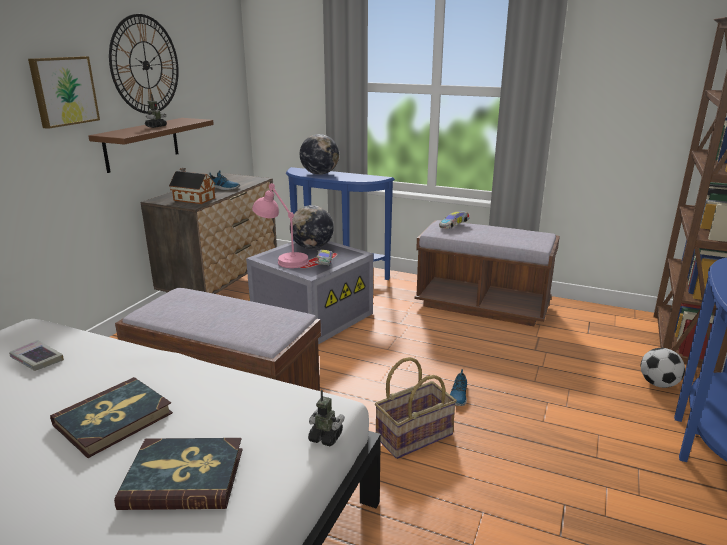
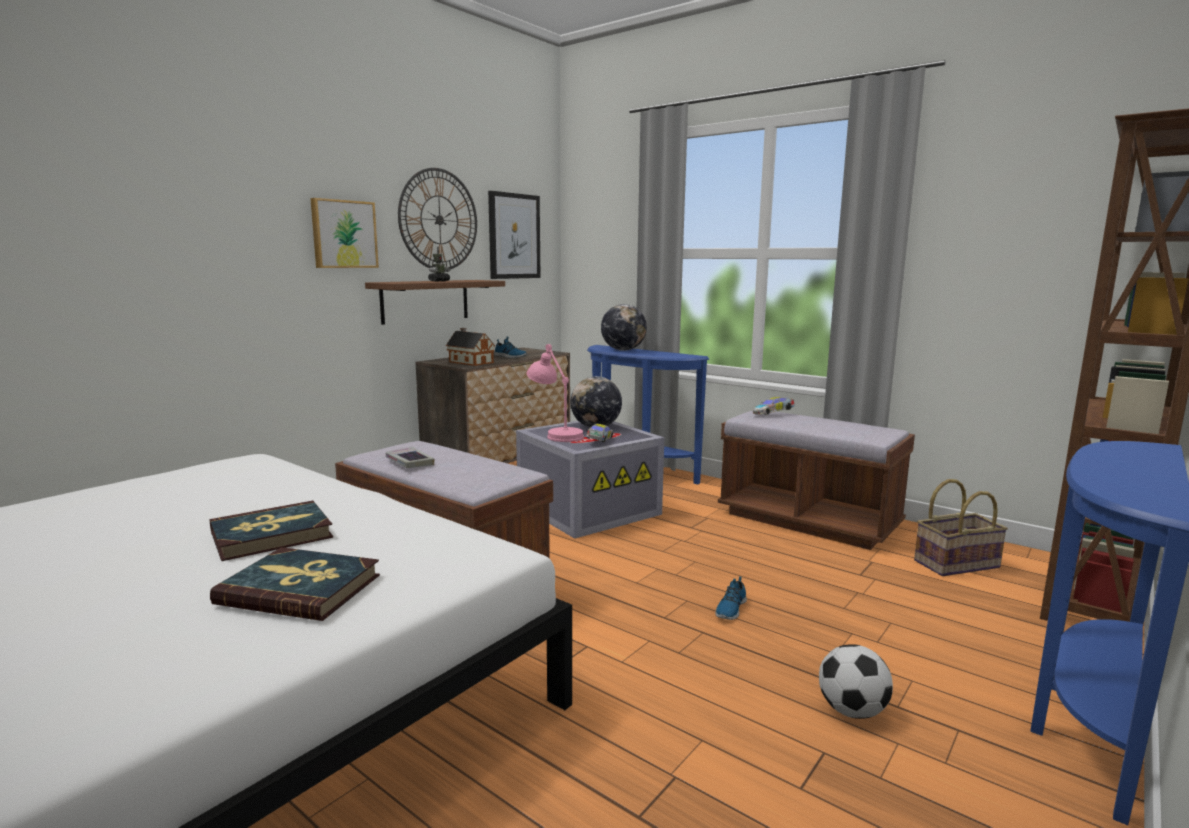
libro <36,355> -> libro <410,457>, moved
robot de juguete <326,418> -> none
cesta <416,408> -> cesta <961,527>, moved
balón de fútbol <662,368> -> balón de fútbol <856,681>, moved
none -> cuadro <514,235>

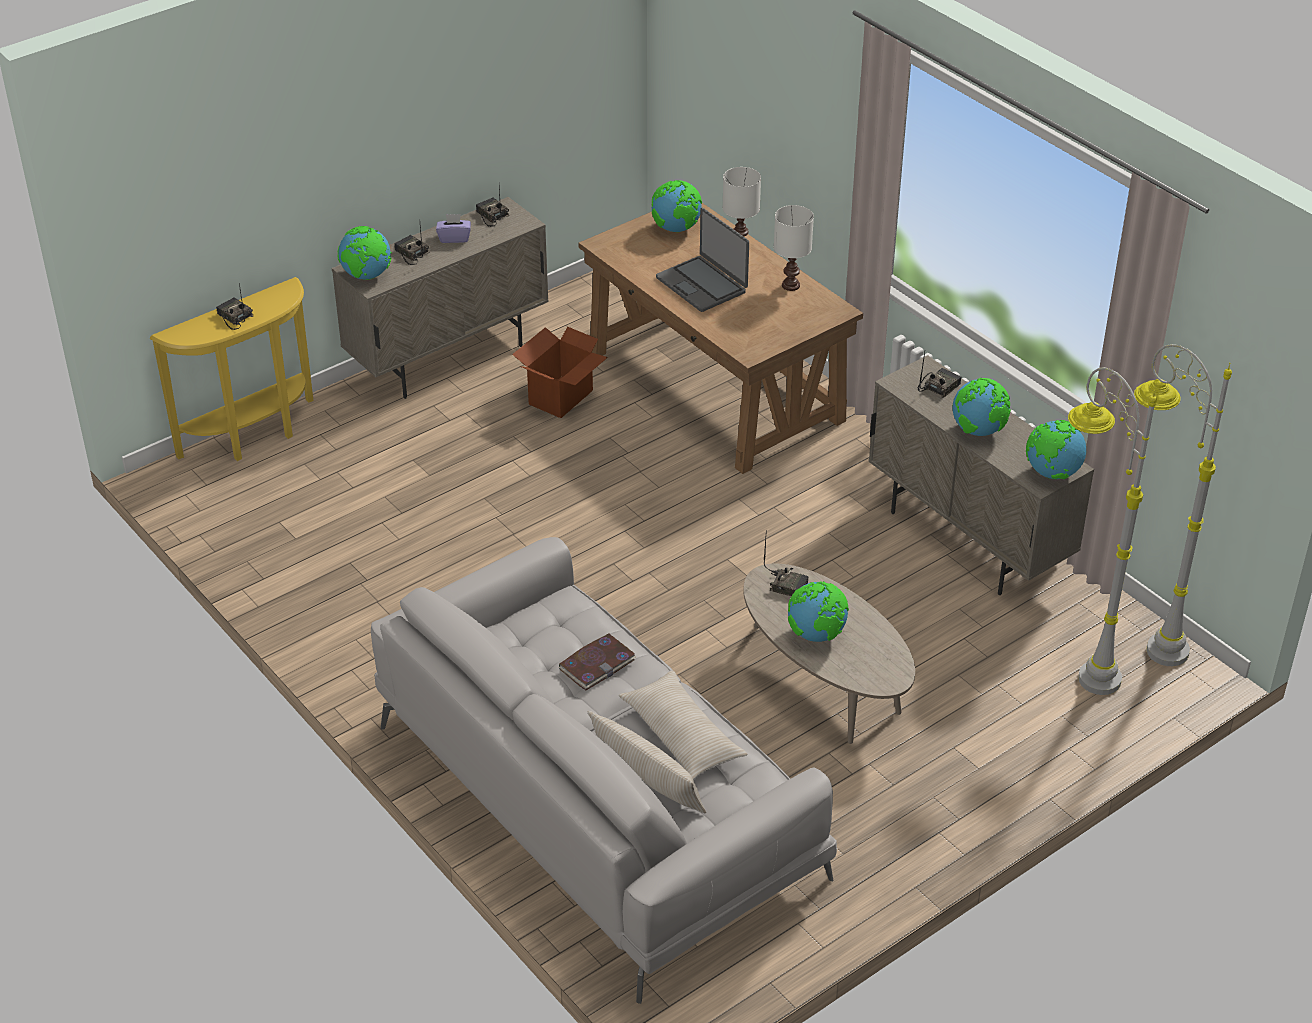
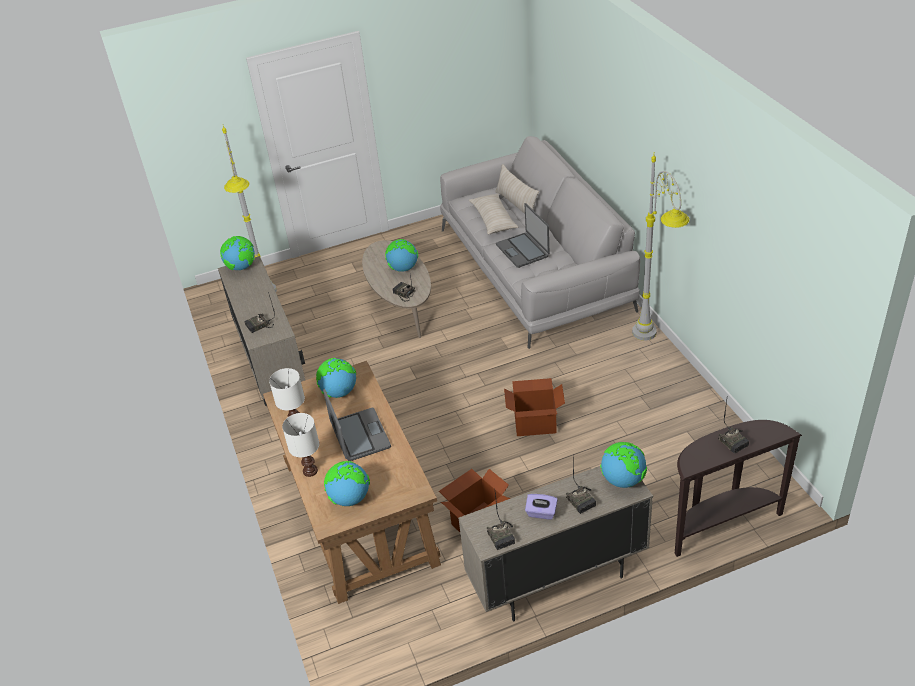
mesa consola/amarillo <231,369> -> mesa consola/marrón <738,488>
libro <597,662> -> portátil <522,235>
globo terráqueo <982,407> -> globo terráqueo <336,378>, moved
lámpara de pie/gris <1183,505> -> lámpara de pie/gris <660,246>, moved
none -> caja de cartón <534,407>

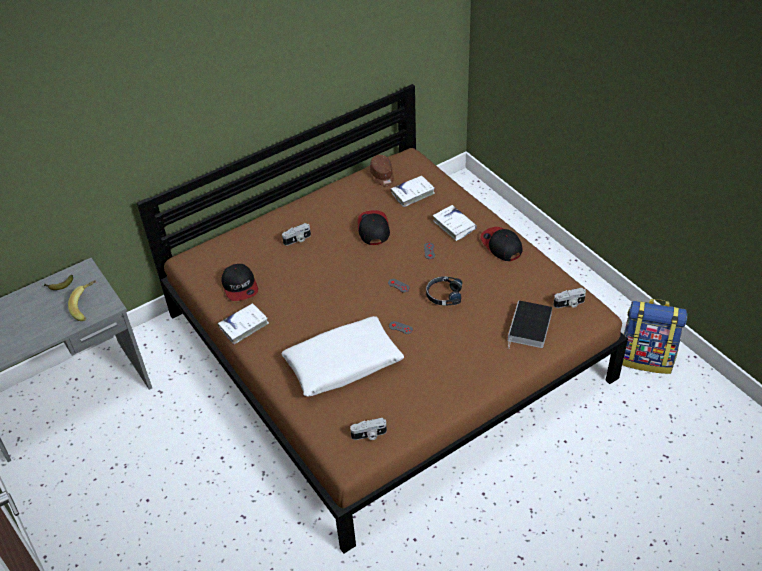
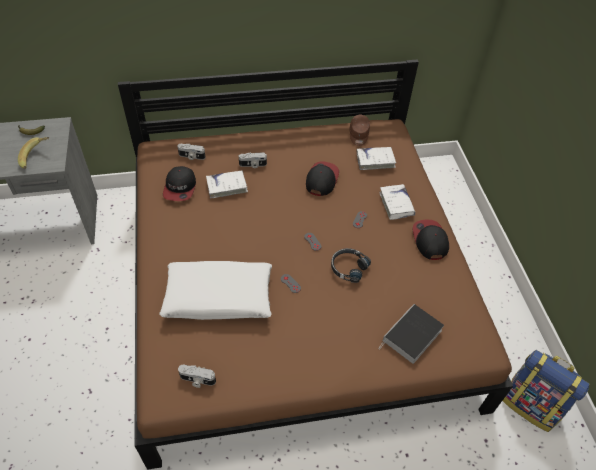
libro/blanco <243,323> -> libro/blanco <227,184>, moved
cámara <569,298> -> cámara <191,152>, moved

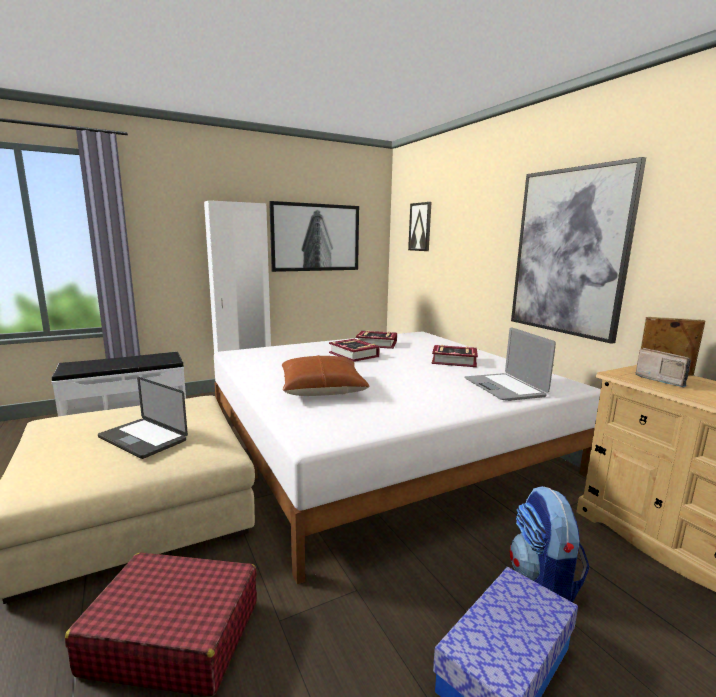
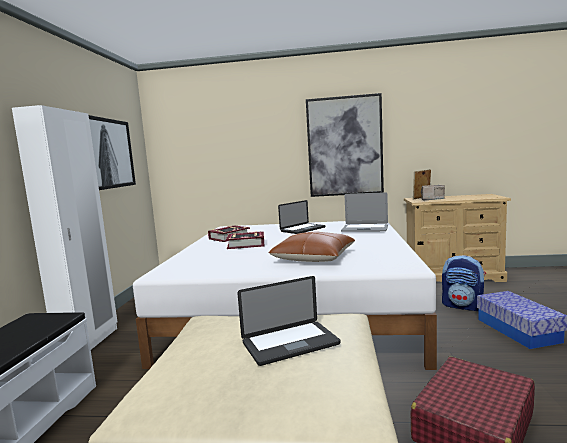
cuadro <419,226> -> none
libro <455,356> -> portátil <302,217>

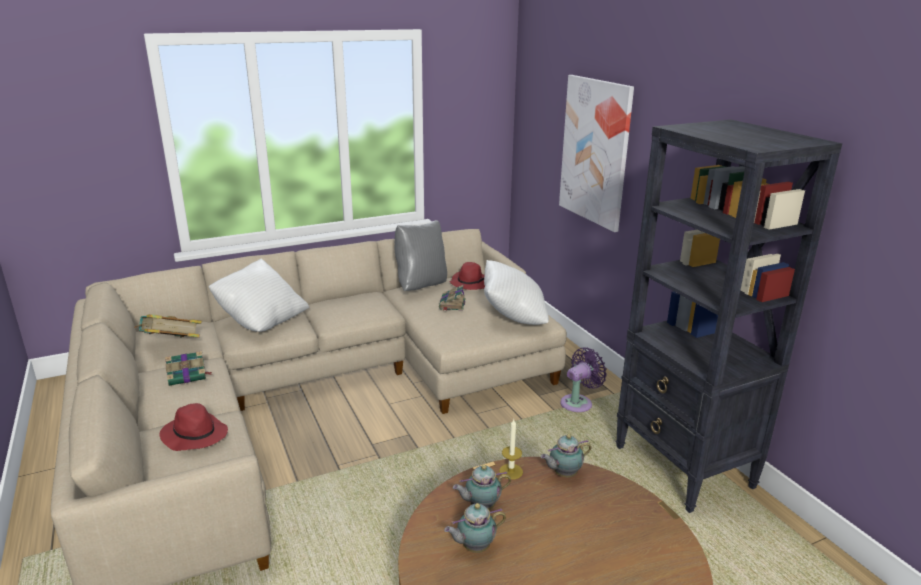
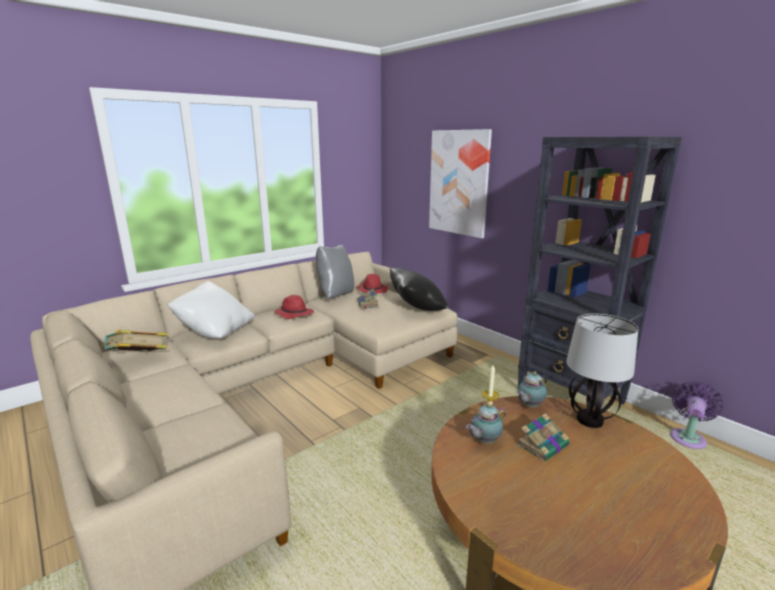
sombrero/rojo <193,427> -> sombrero/rojo <294,307>, moved
libro <188,368> -> libro <543,437>, moved
tetera <475,528> -> none
cojín/blanco <516,292> -> cojín/negro <419,289>
ventilador/morado <583,380> -> ventilador/morado <697,415>, moved
none -> lámpara de mesa <602,371>

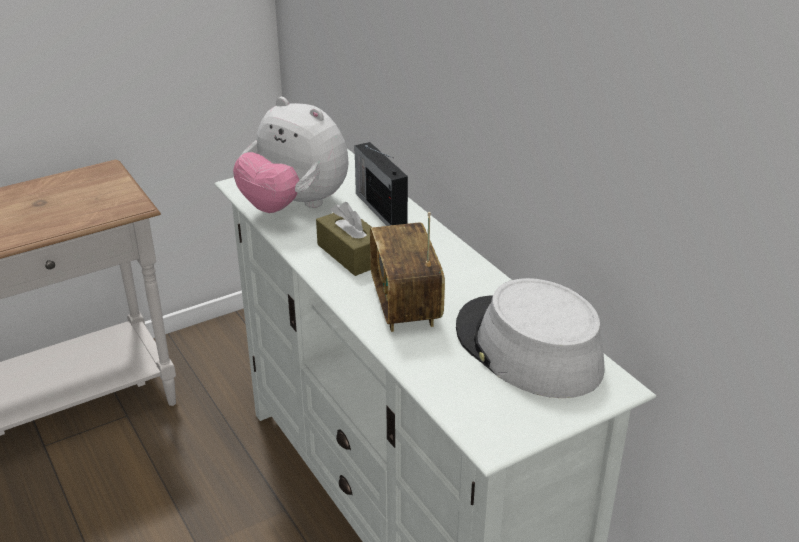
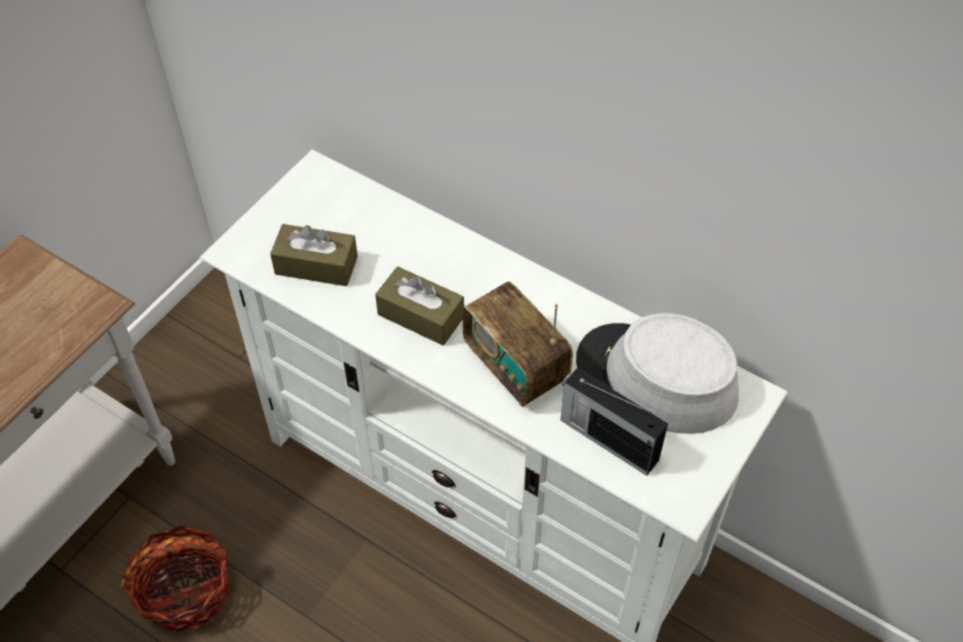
peluche <291,155> -> caja de pañuelos/marrón <314,255>
radio <381,184> -> radio <614,421>, moved
none -> cesta <175,578>

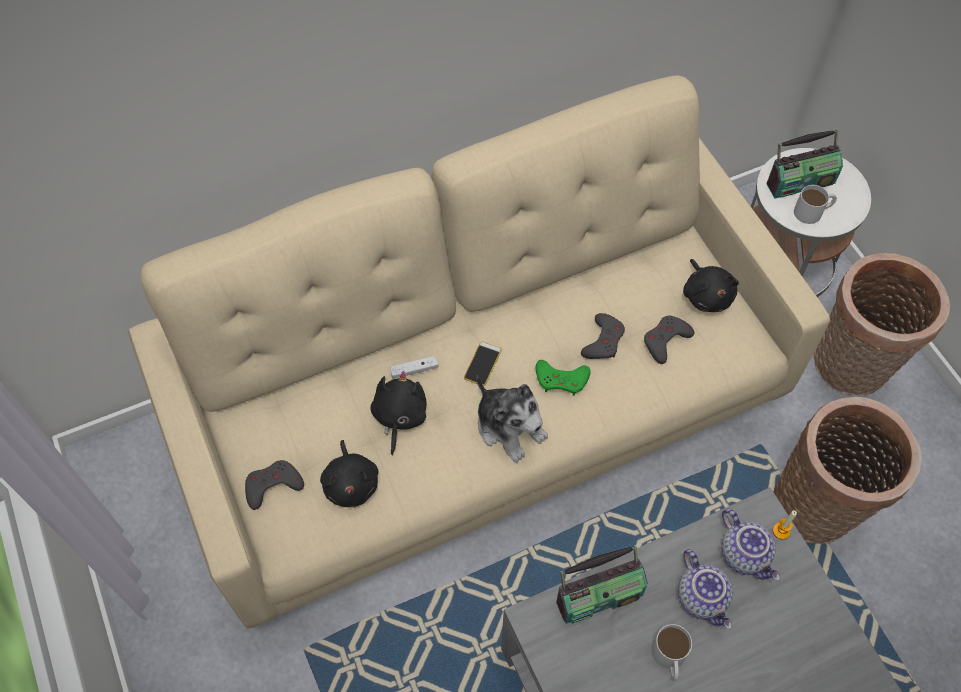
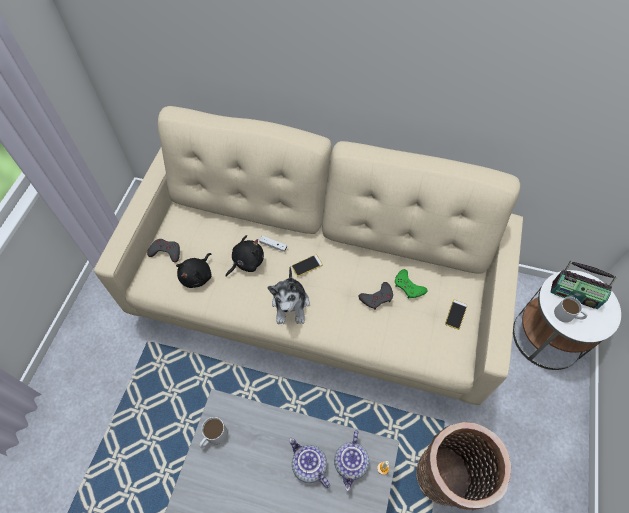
mando de consola/verde <563,378> -> mando de consola/verde <411,284>, moved
radio <601,584> -> none
mando de consola/gris <669,340> -> none
taza grande/blanco <671,652> -> taza grande/blanco <213,432>, moved
tetera <705,589> -> tetera <309,463>, 120 degrees clockwise
peluche/negro <711,285> -> móvil <456,315>
cesta <882,324> -> none

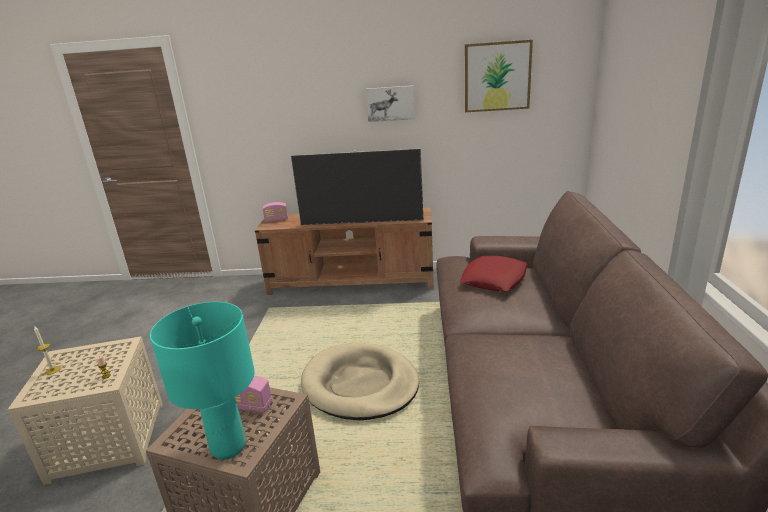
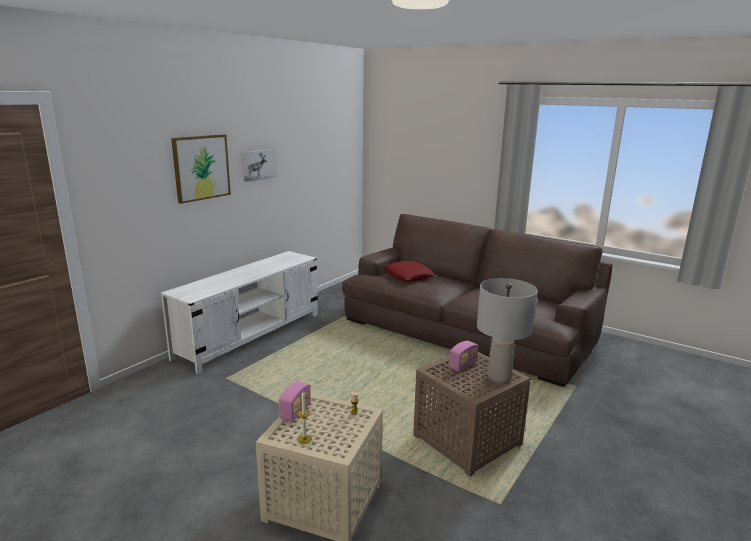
lámpara de mesa/turquesa <202,381> -> lámpara de mesa/gris <507,331>
mueble de televisión/marrón <344,251> -> mueble de televisión/blanco <239,312>
radio <275,212> -> radio <295,401>, moved
televisor <357,187> -> none
cama para perro/beis <360,381> -> none
cuadro <499,76> -> cuadro <201,169>, moved

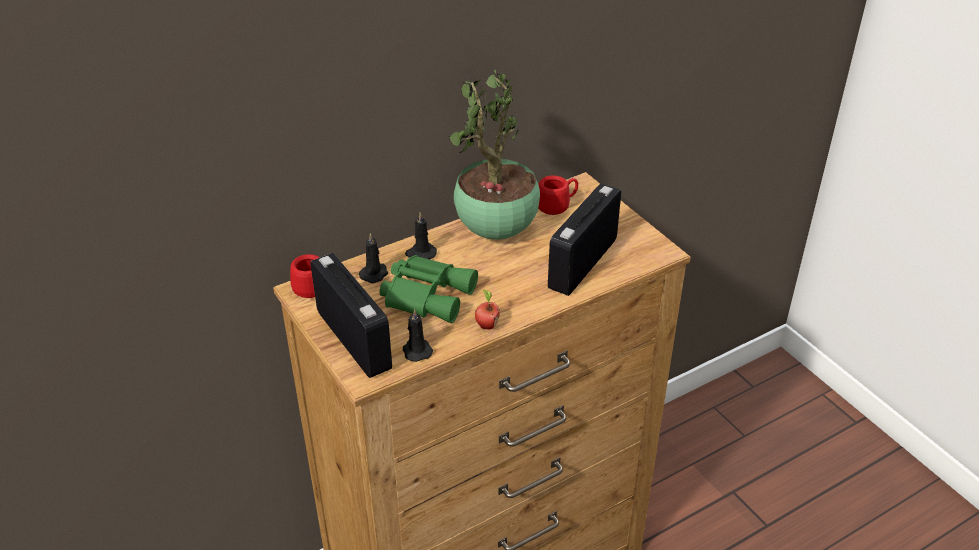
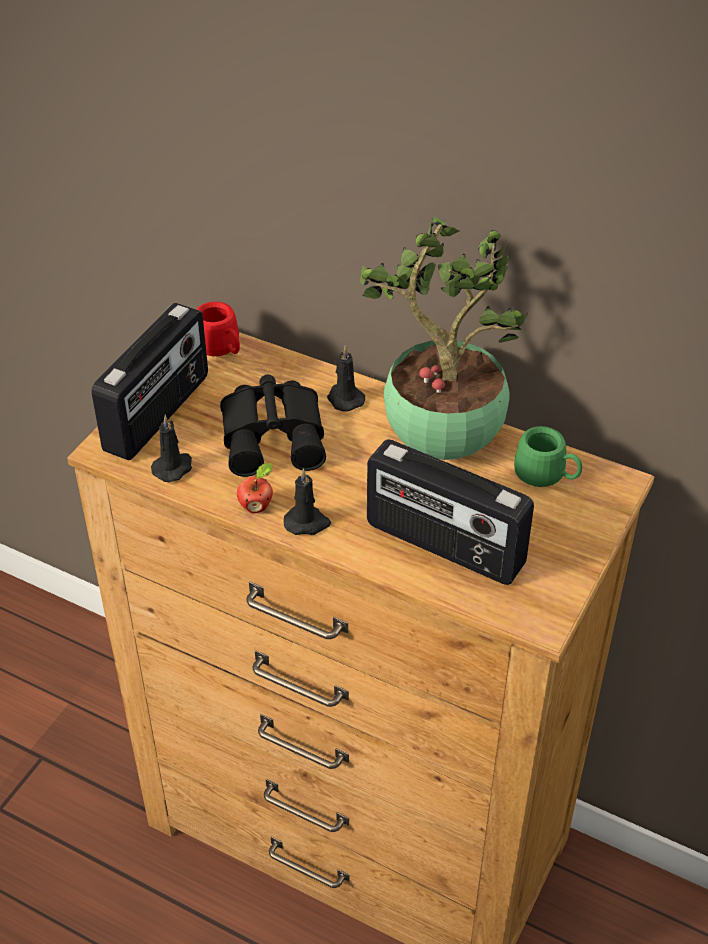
vela/negro <373,258> -> vela/negro <307,501>, moved
prismáticos/verde <428,289> -> prismáticos/negro <273,426>
taza grande/rojo <558,195> -> taza grande/verde <548,456>
radio <584,240> -> radio <450,512>, 150 degrees counterclockwise

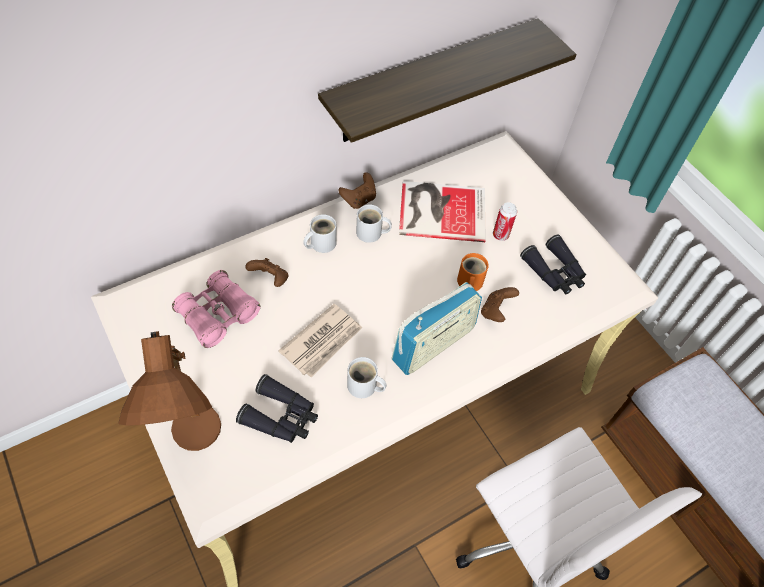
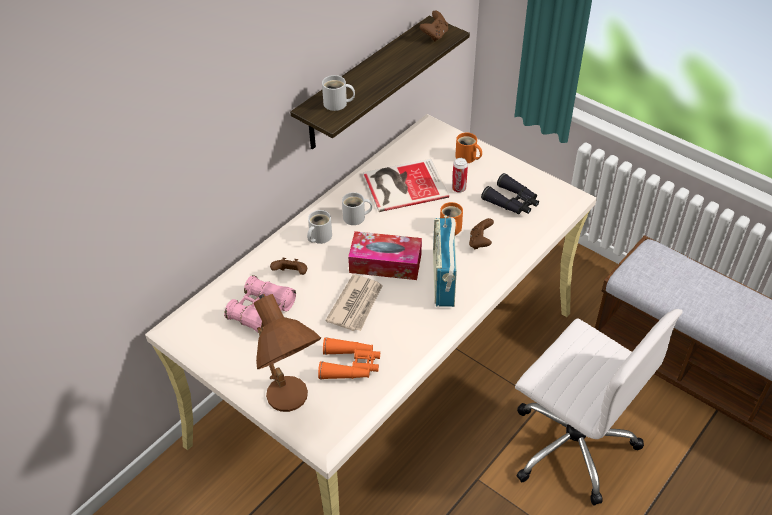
prismáticos/negro <277,408> -> prismáticos/naranja <349,358>
mando de consola/marrón <357,190> -> mando de consola/marrón <434,25>, moved
taza grande/blanco <367,377> -> taza grande/blanco <338,93>, moved
radio <436,328> -> radio <445,261>, 150 degrees clockwise
none -> caja de pañuelos <385,255>
none -> taza grande/naranja <468,148>

